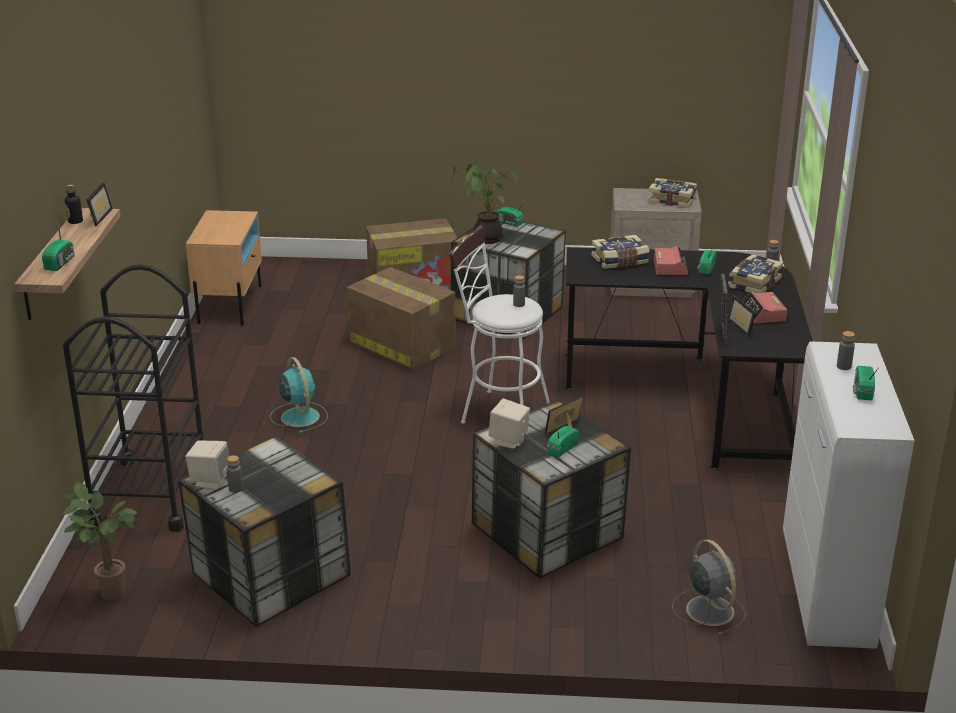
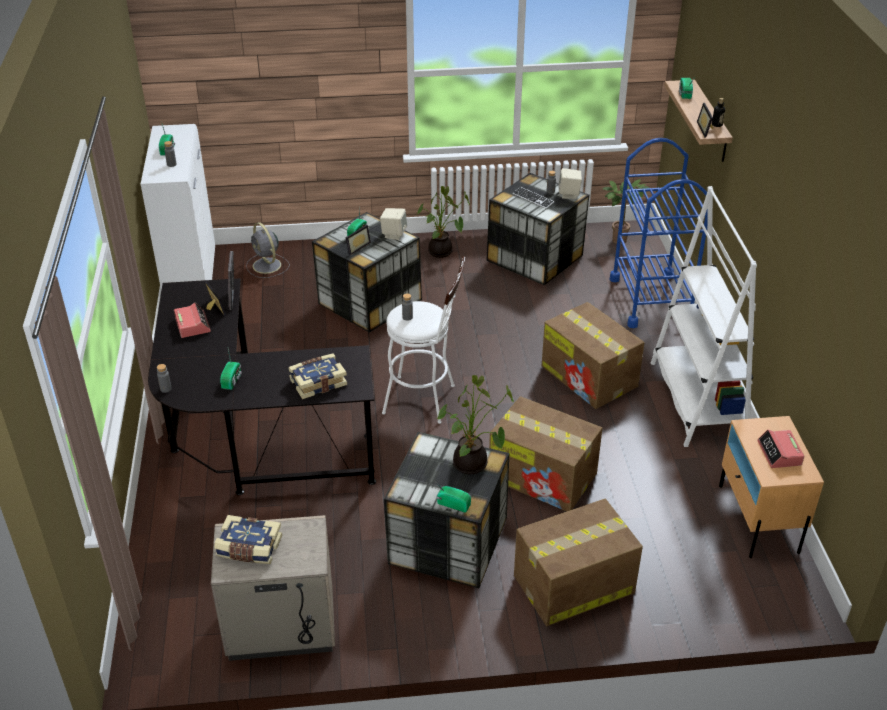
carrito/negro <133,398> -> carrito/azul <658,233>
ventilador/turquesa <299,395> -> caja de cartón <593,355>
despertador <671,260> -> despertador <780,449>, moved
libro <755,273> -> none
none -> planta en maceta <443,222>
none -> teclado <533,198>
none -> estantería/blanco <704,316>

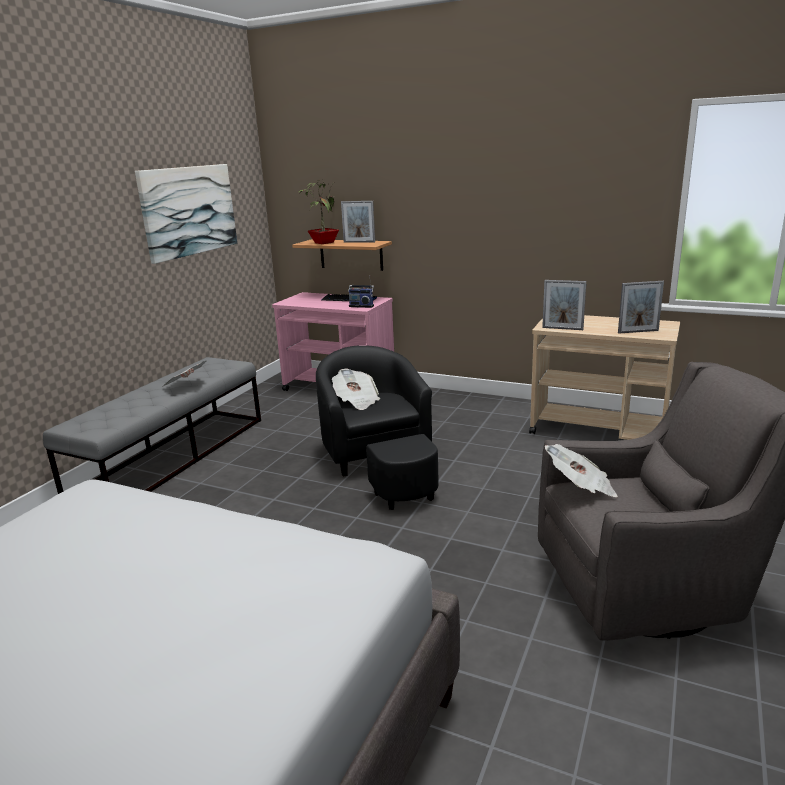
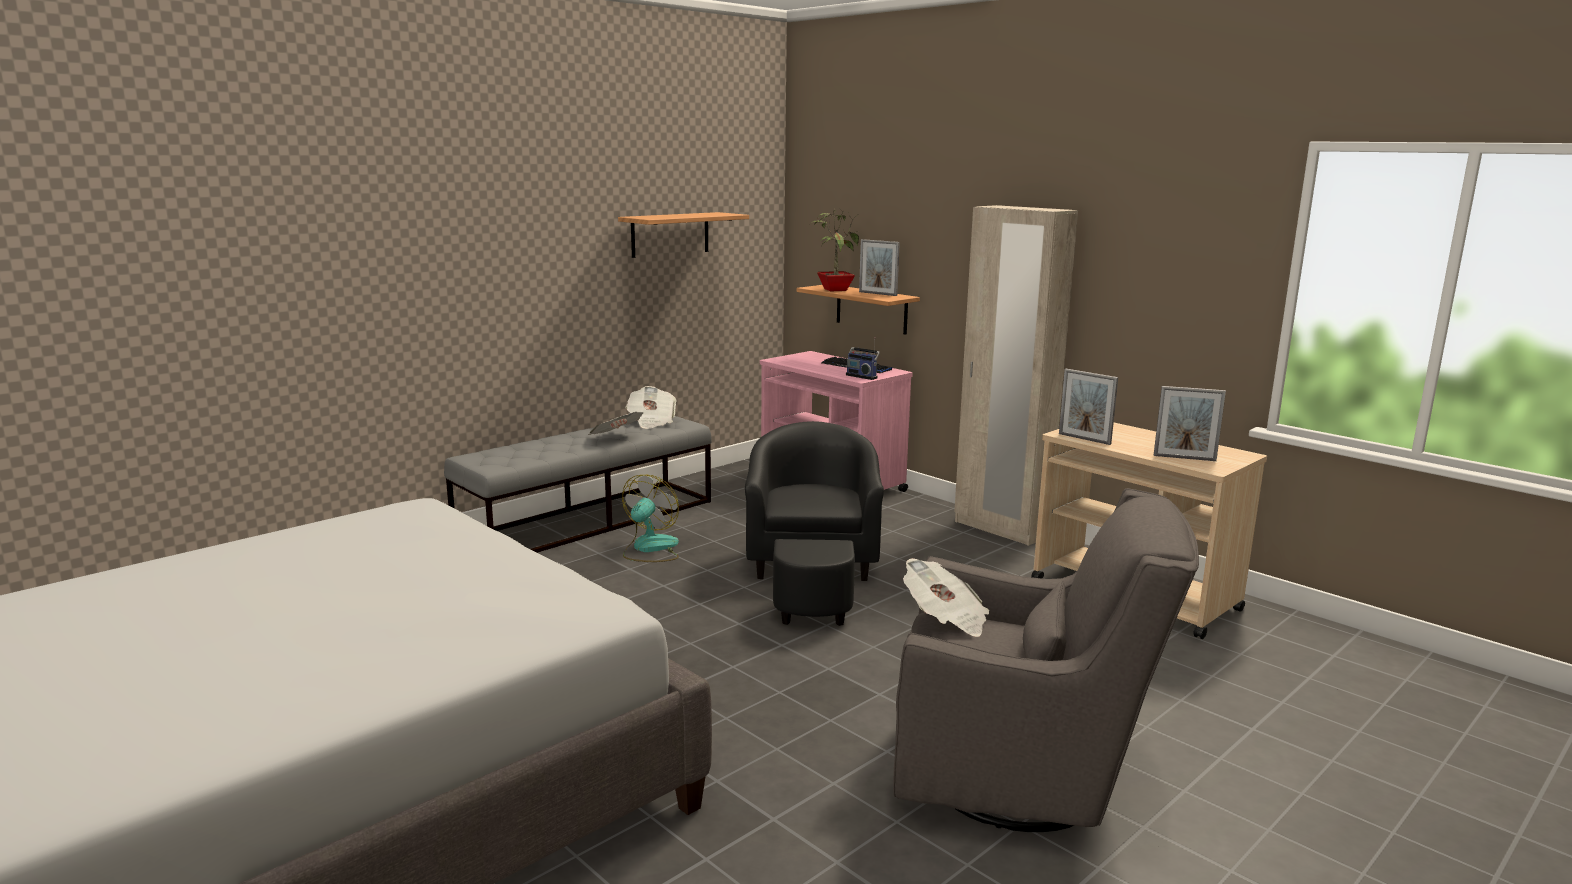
cuadro <186,214> -> estante <683,235>
periódico <356,389> -> periódico <651,407>, moved
none -> ventilador <650,518>
none -> armario ropero/beis <1016,375>

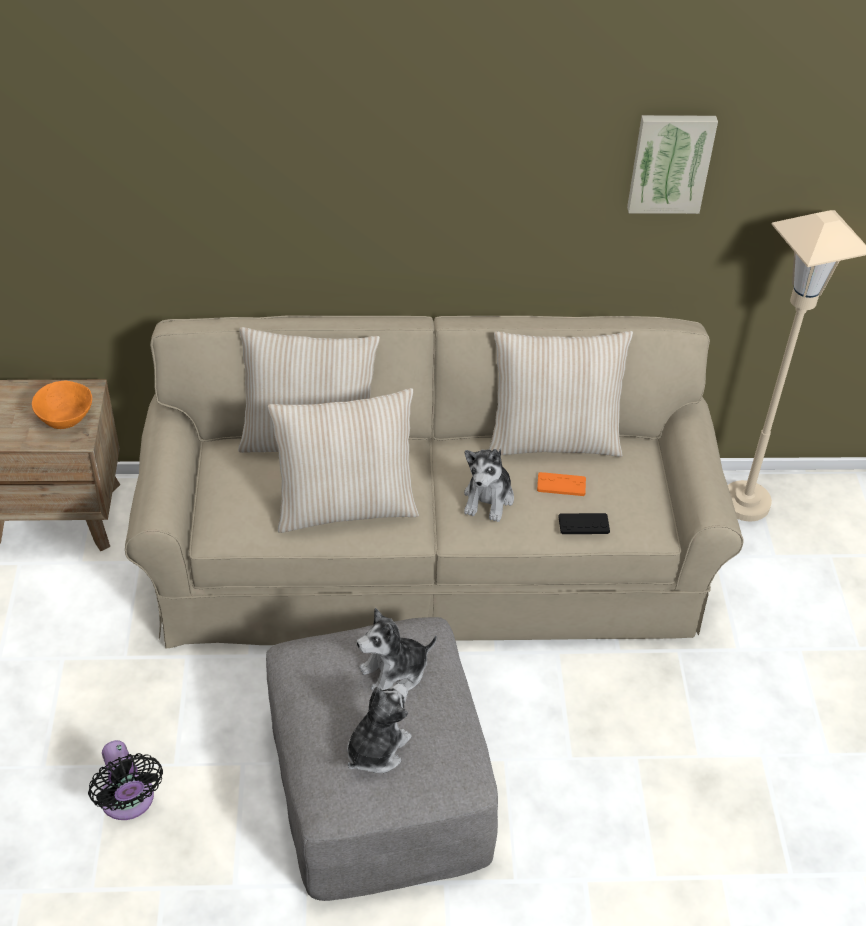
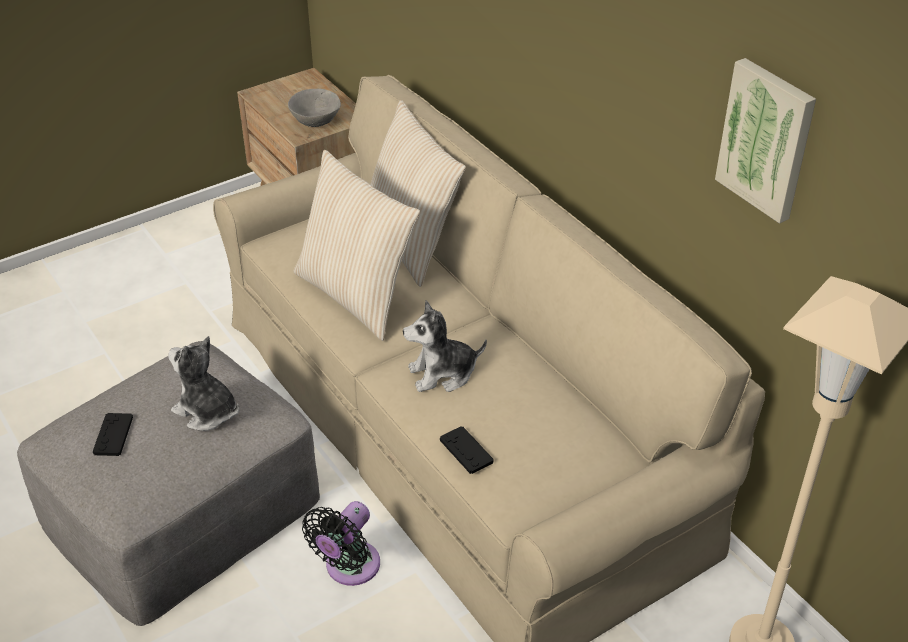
cuenco/naranja <62,405> -> cuenco/gris <314,108>
ventilador/negro <125,780> -> ventilador/negro <341,543>, moved
peluche <379,728> -> mando de consola/negro <113,434>
cojín/beis <561,394> -> none
mando de consola/naranja <561,484> -> none

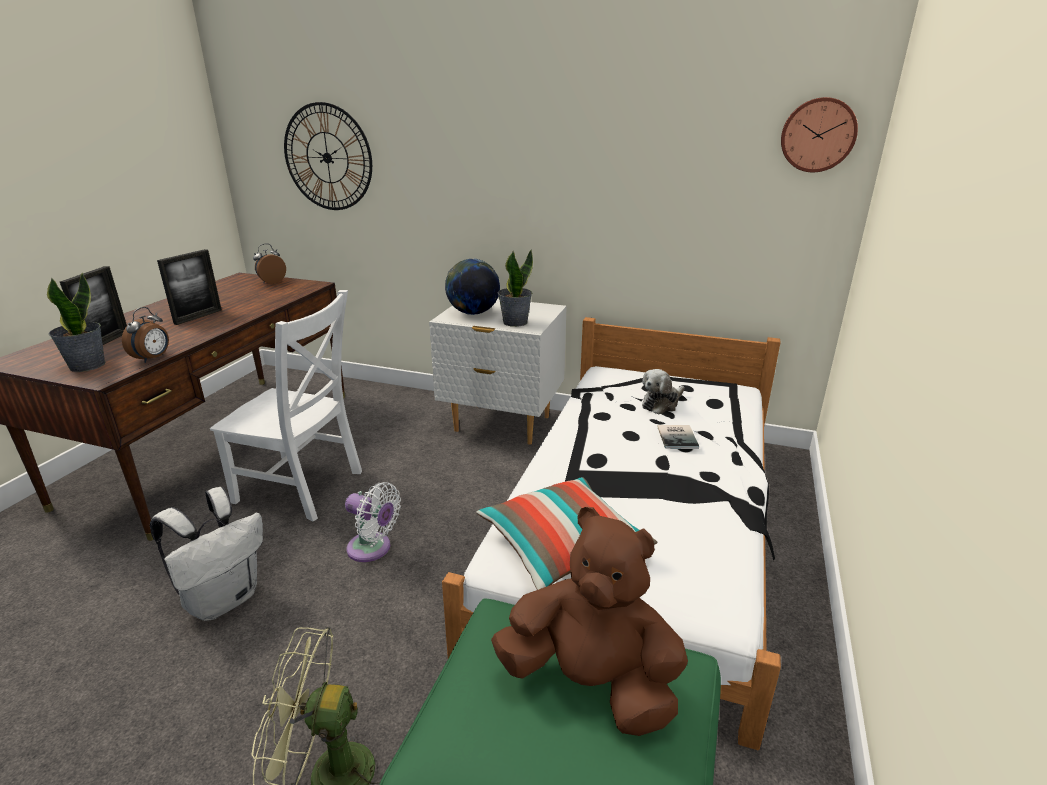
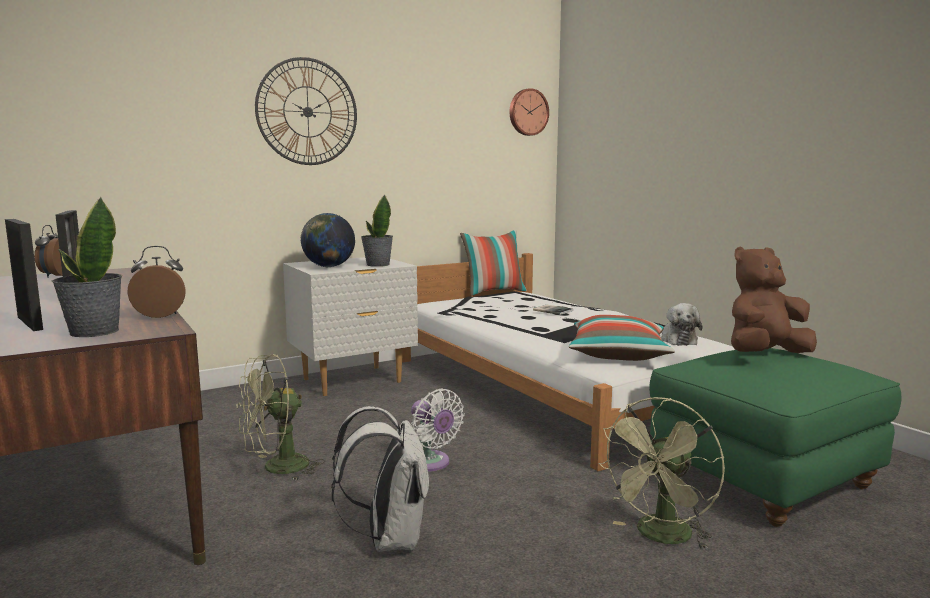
despertador <145,335> -> despertador <157,282>, 75 degrees counterclockwise
silla/blanco <286,405> -> ventilador/verde <281,417>
reloj de pared <328,156> -> reloj de pared <306,111>, moved
ventilador/blanco <373,522> -> ventilador/blanco <438,430>, 75 degrees clockwise
peluche <663,391> -> peluche <681,324>, moved
none -> cojín <493,263>

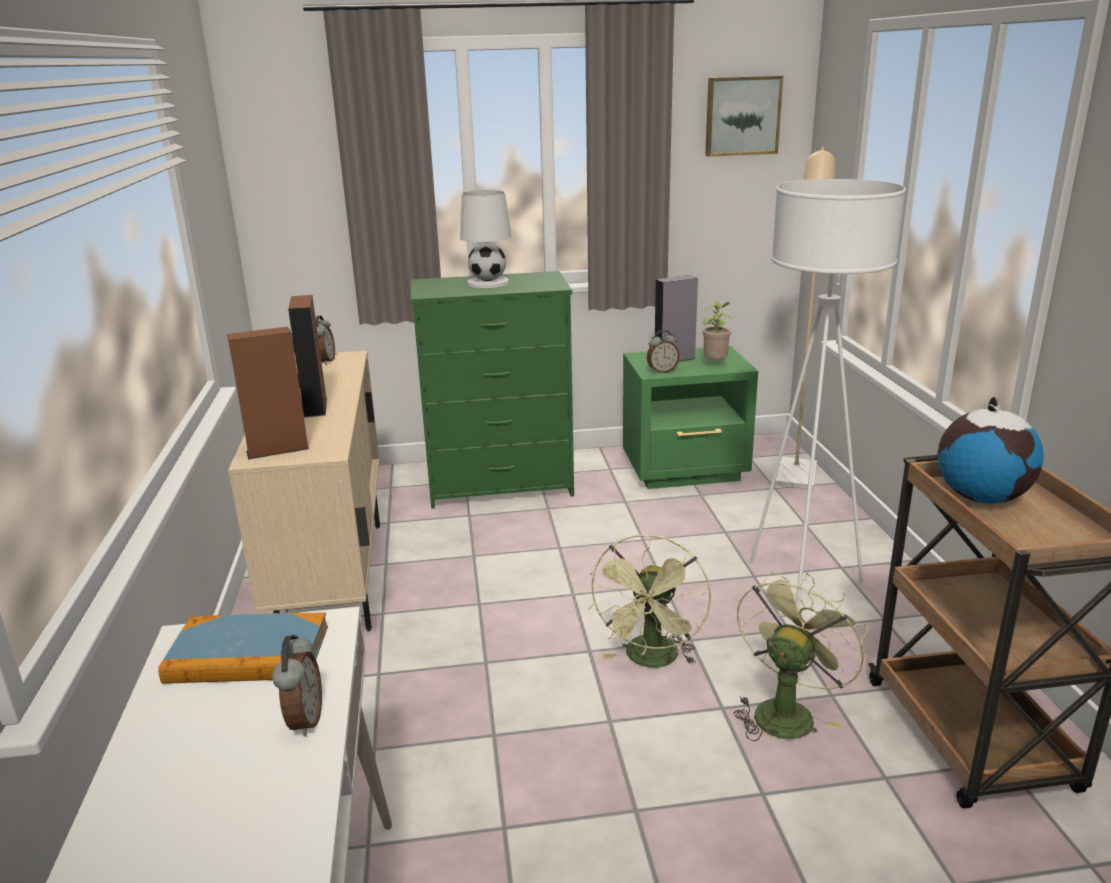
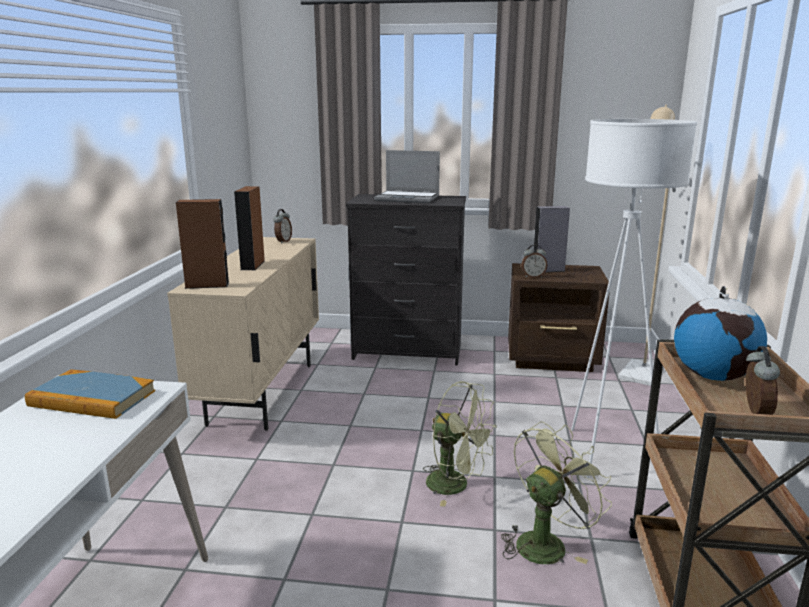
despertador <297,686> -> despertador <763,380>, moved
cómoda/verde <492,390> -> cómoda/negro <406,279>
lámpara de mesa/blanco <486,239> -> portátil <407,176>
ventilador/verde <650,600> -> ventilador/verde <460,444>, 90 degrees counterclockwise
mesita de noche/verde <690,417> -> mesita de noche/marrón <558,317>
planta en maceta <717,330> -> none
cuadro <744,116> -> none

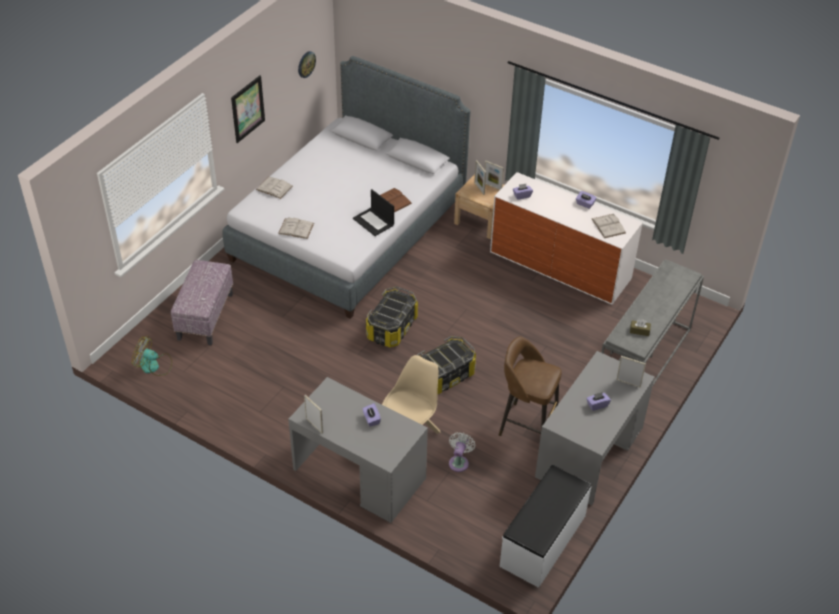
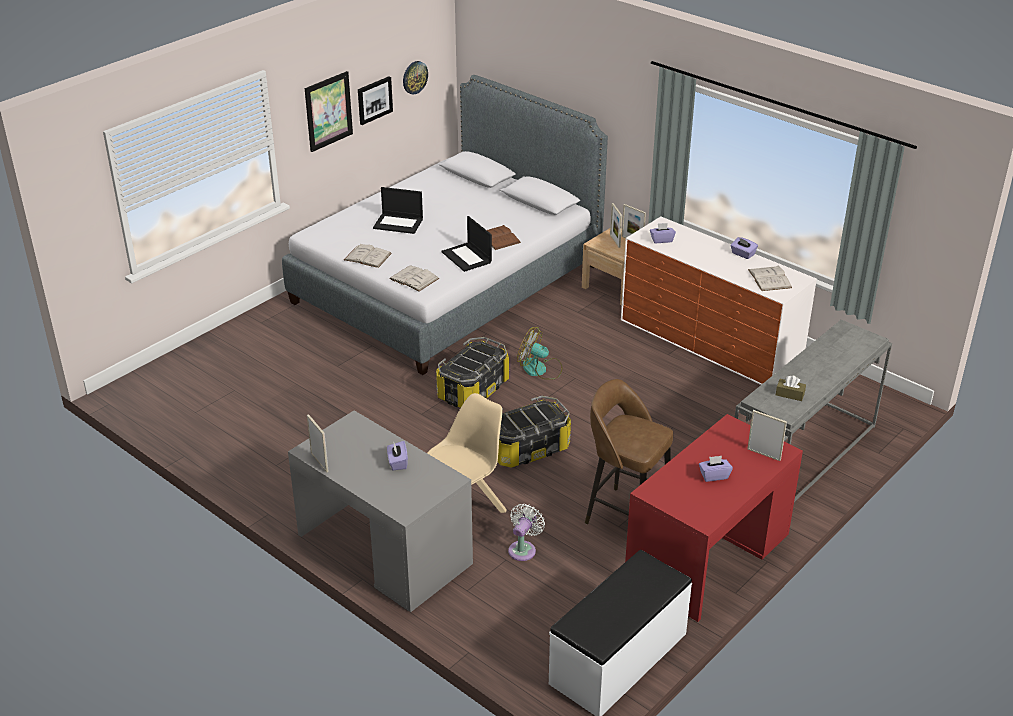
ventilador <152,356> -> ventilador <539,353>, moved
puf <202,302> -> none
libro/blanco <274,188> -> libro/blanco <414,278>, moved
escritorio/gris <595,428> -> escritorio/rojo <714,518>
none -> cuadro <375,100>
none -> portátil <398,210>

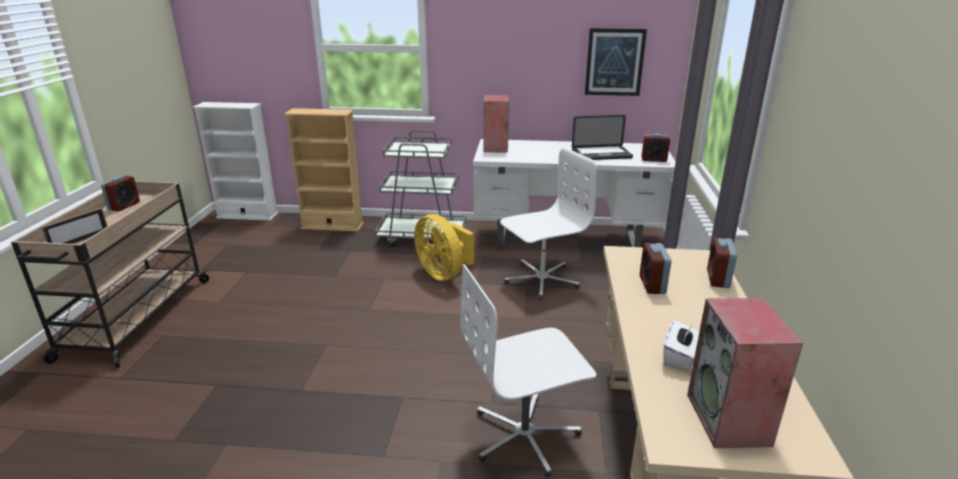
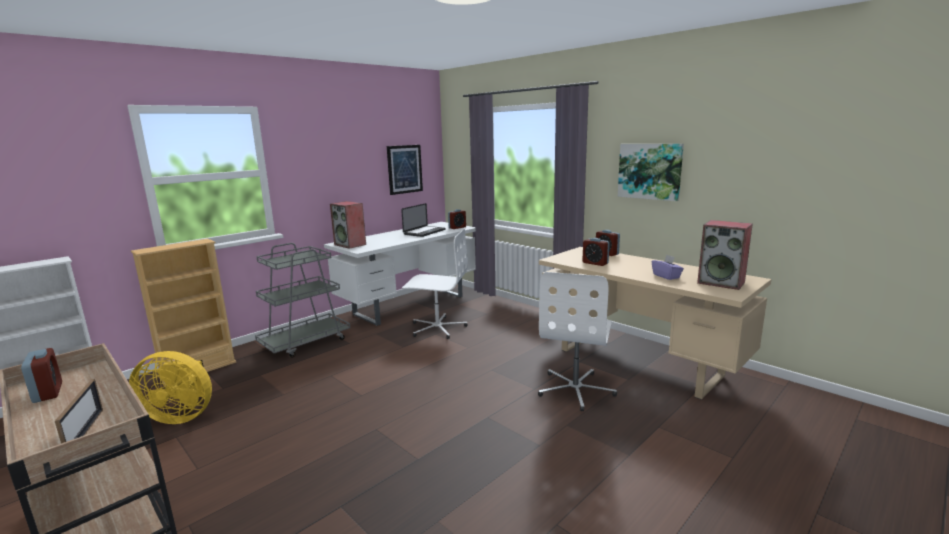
ventilador/amarillo <444,247> -> ventilador/amarillo <170,387>, moved
silla de oficina/blanco <548,223> -> silla de oficina/blanco <435,283>, 90 degrees clockwise
caja de pañuelos/blanco <681,345> -> caja de pañuelos/morado <668,267>
none -> cuadro <651,172>

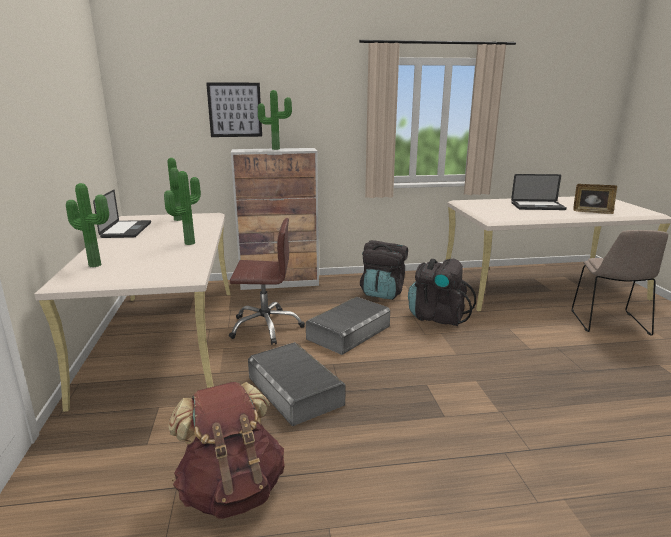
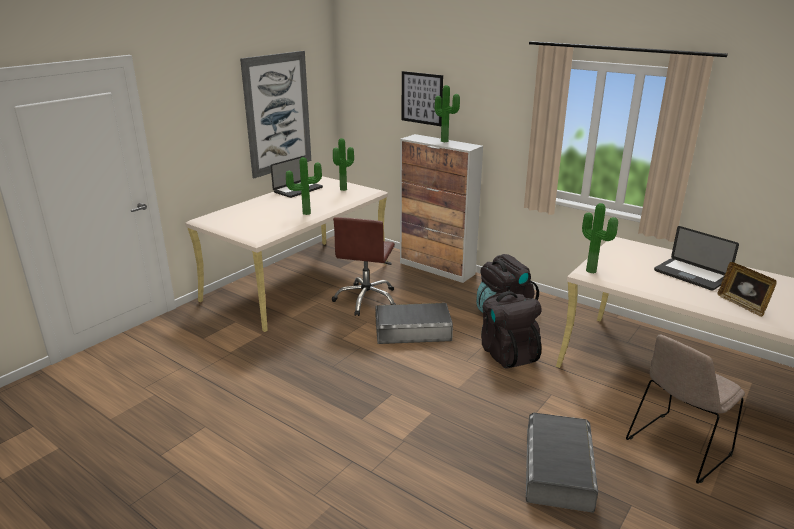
planta en maceta <87,225> -> planta en maceta <600,238>, moved
mochila/marrón <227,450> -> none
silla de oficina/marrón <267,281> -> silla de oficina/marrón <364,266>, 60 degrees clockwise
caja de almacenaje/gris <296,384> -> caja de almacenaje/gris <562,463>, moved
none -> cuadro <275,114>

